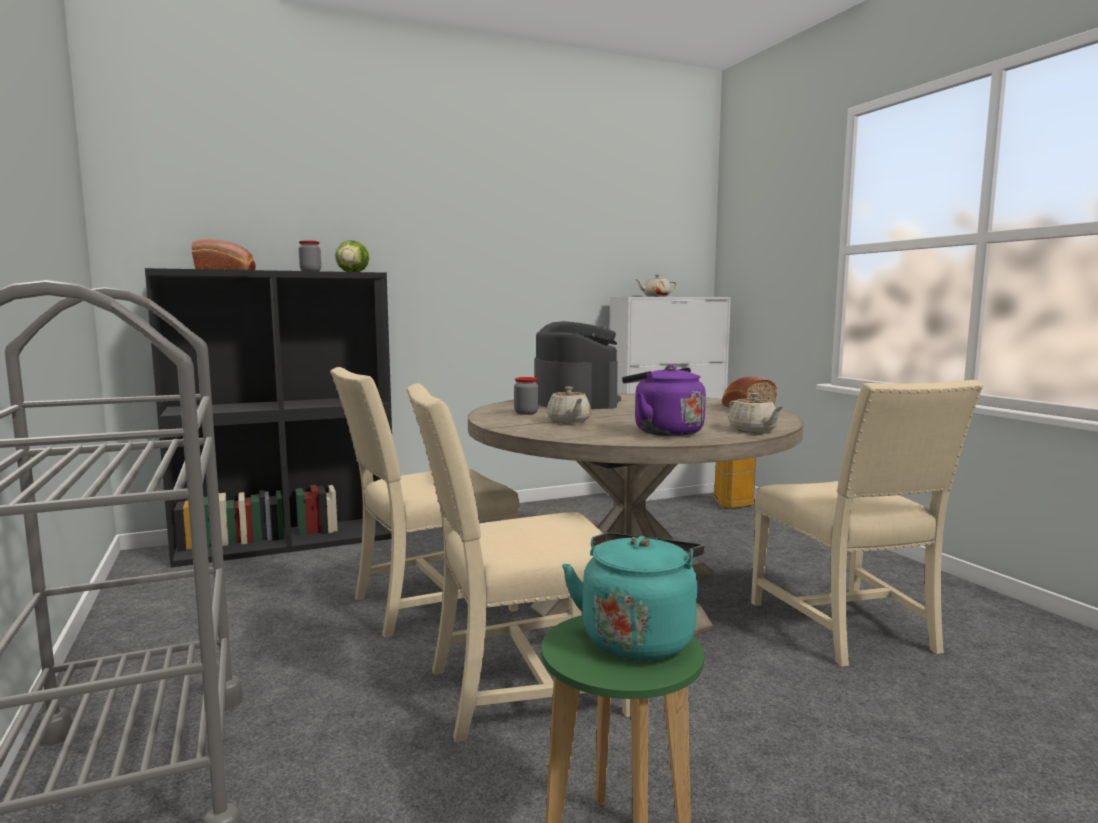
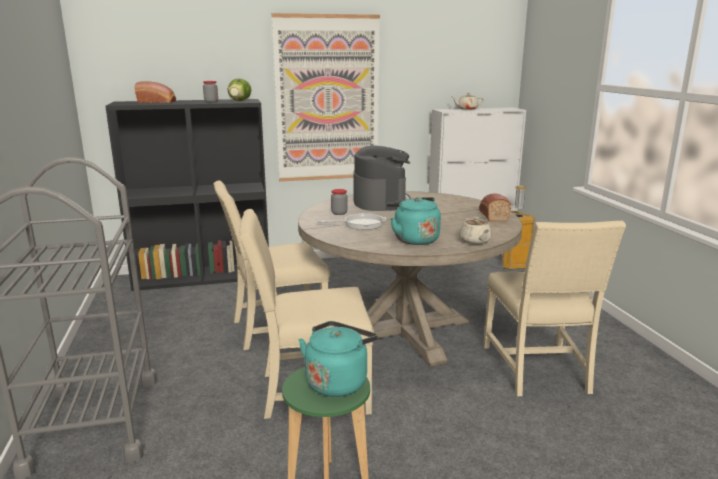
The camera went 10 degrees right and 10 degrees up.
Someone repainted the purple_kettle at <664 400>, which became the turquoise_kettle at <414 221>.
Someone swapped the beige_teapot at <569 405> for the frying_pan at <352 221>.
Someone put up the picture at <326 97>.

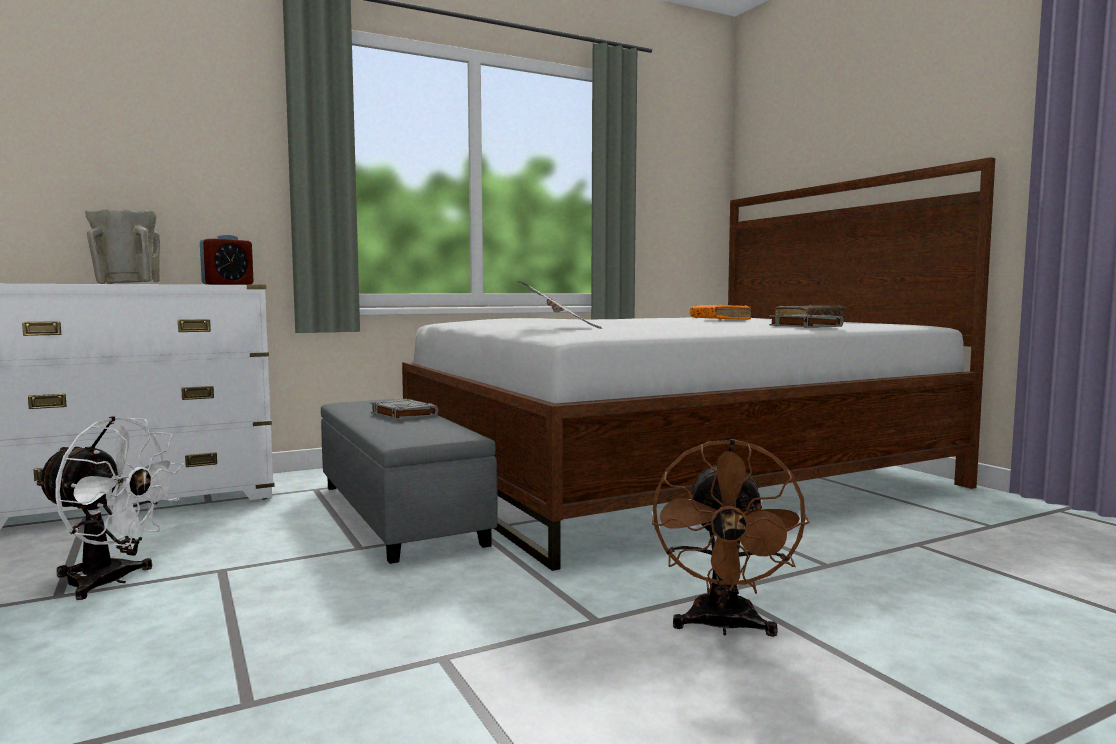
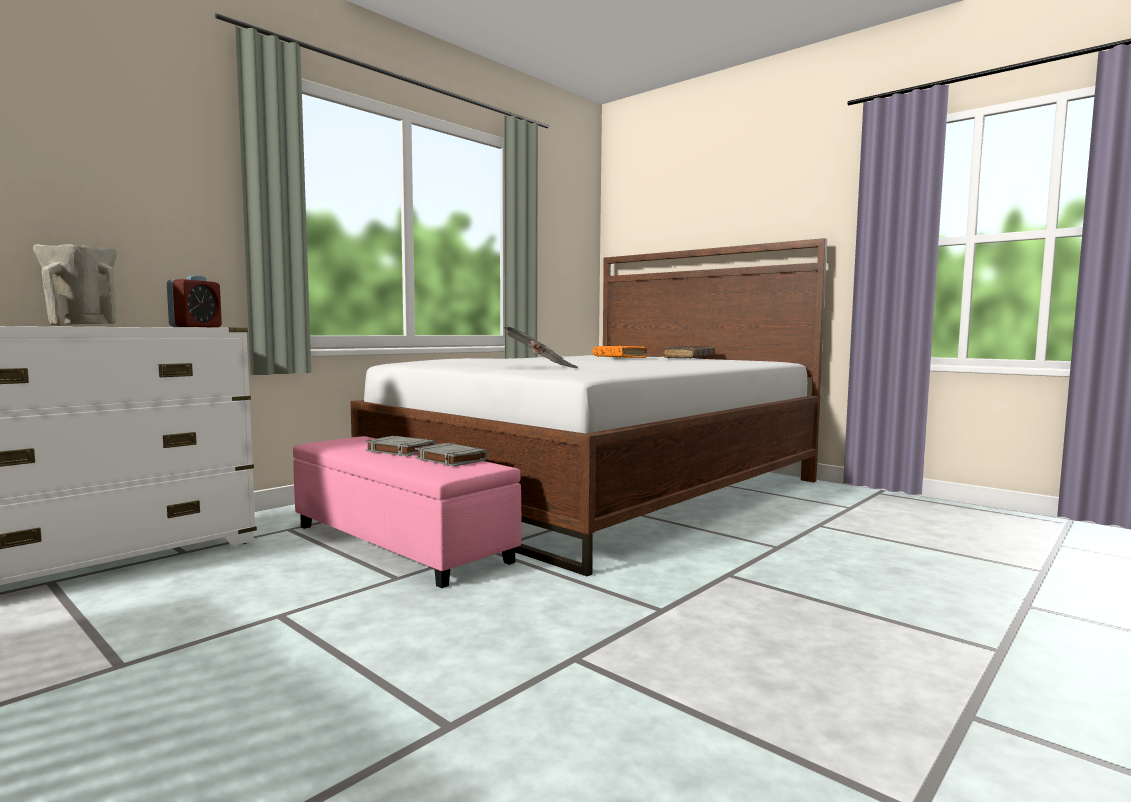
The camera went 20 degrees left and 0 degrees up.
Someone carried the grey_book from <806 321> to <451 455>.
Someone repainted the grey_ottoman at <409 481>, which became the pink_ottoman at <407 512>.
Someone took away the white_fan at <109 508>.
Someone took away the brown_fan at <731 538>.

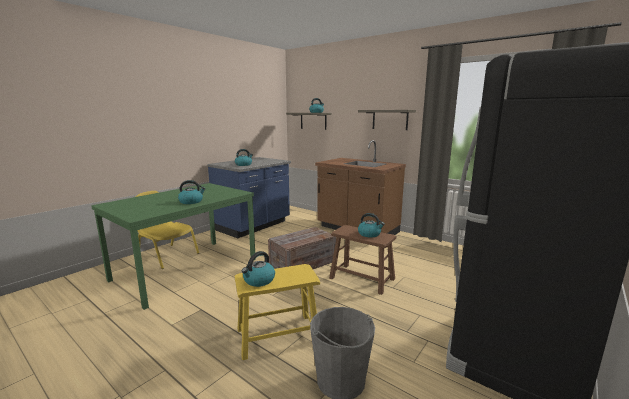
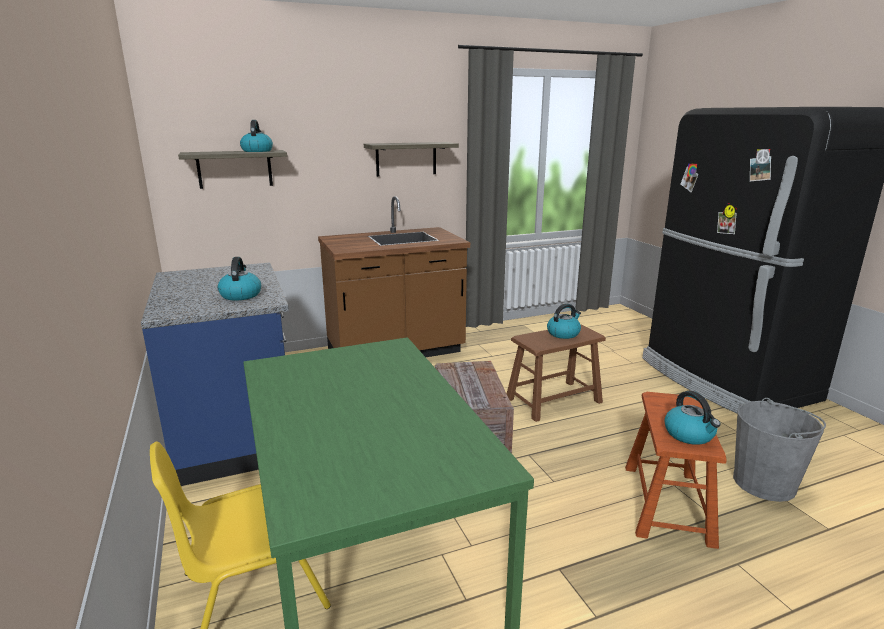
The camera went 60 degrees left and 5 degrees up.
Someone took away the kettle at <192 192>.
Someone repainted the yellow_stool at <277 312>, which became the brown_stool at <676 470>.

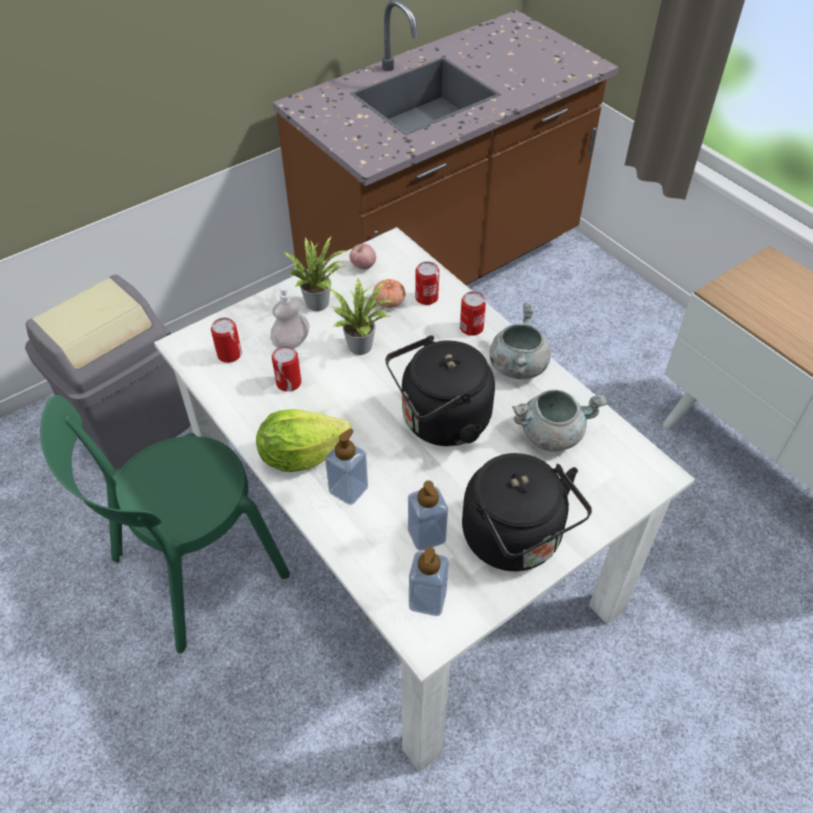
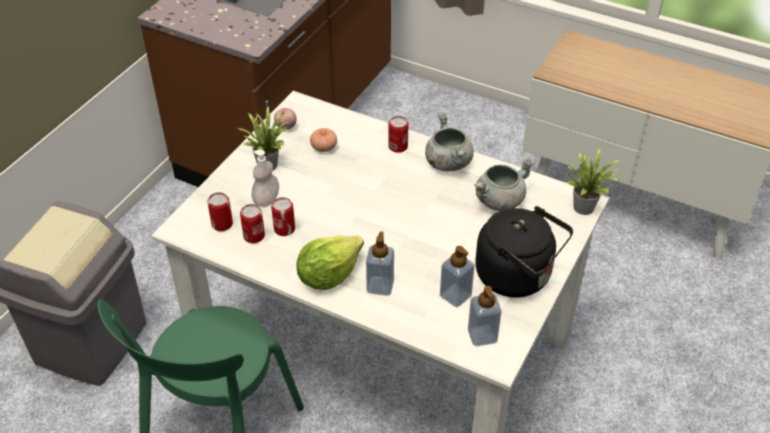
The camera went 25 degrees left and 5 degrees down.
Someone carried the can from <427 283> to <252 223>.
Someone carried the potted_plant from <361 316> to <593 181>.
Someone took away the black_kettle at <440 390>.

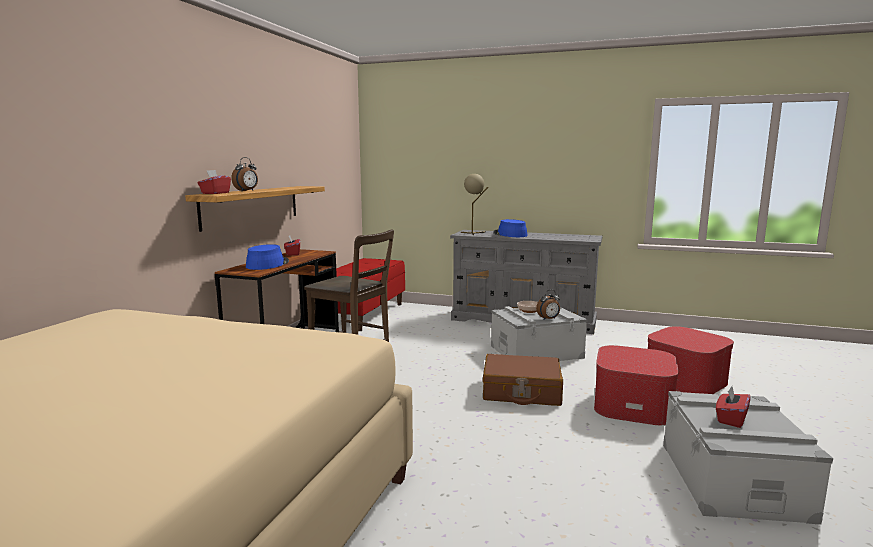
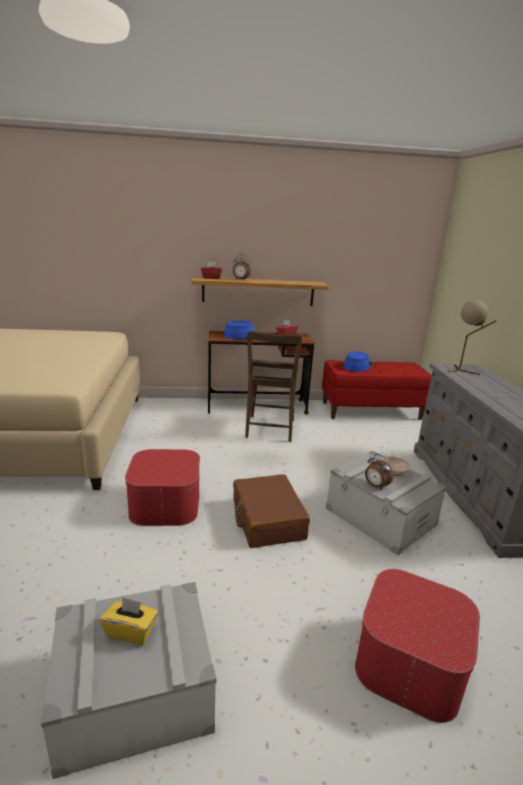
The camera went 65 degrees right and 10 degrees up.
Someone carried the blue_hat from <510 228> to <358 362>.
Someone carried the ottoman from <636 385> to <162 487>.
Someone repainted the red_tissue_box at <733 407>, which became the yellow_tissue_box at <129 621>.

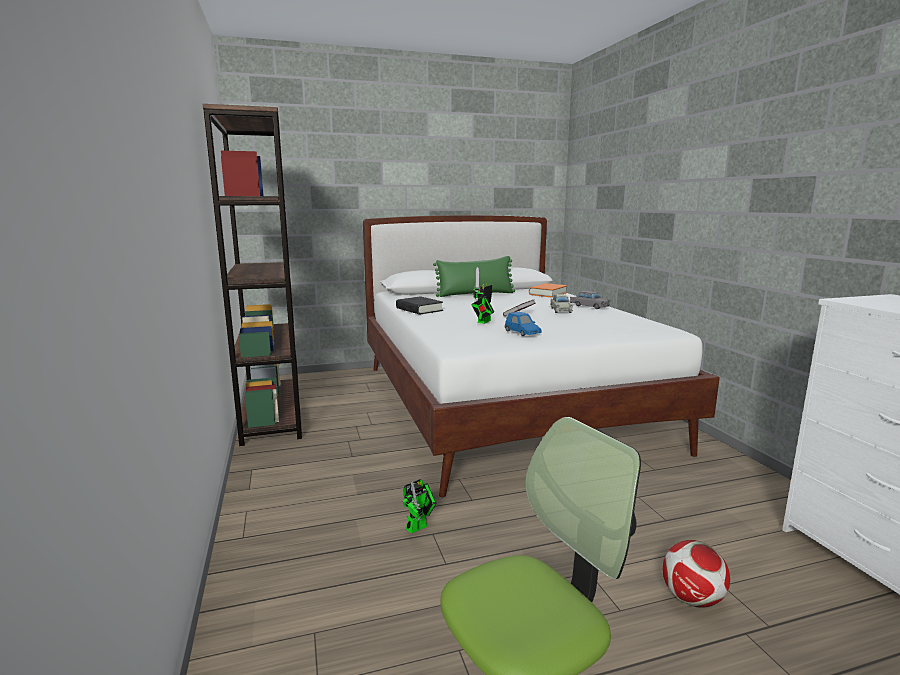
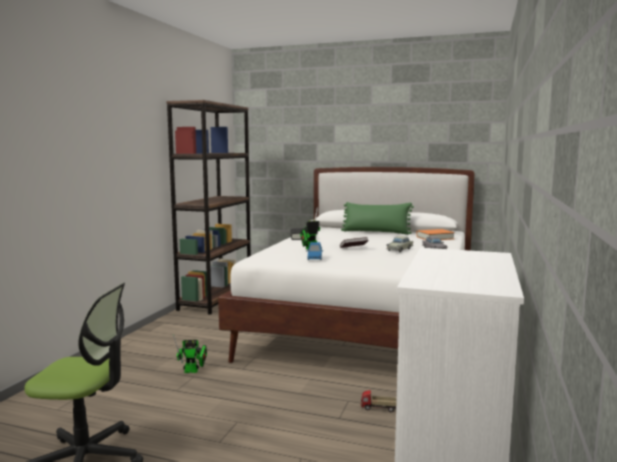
The camera went 35 degrees right and 5 degrees down.
Someone took away the football at <696 574>.
Someone put down the toy_truck at <379 401>.

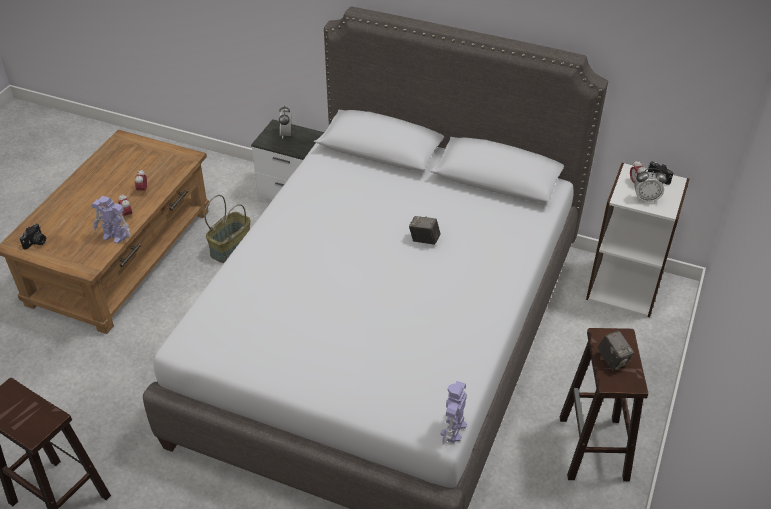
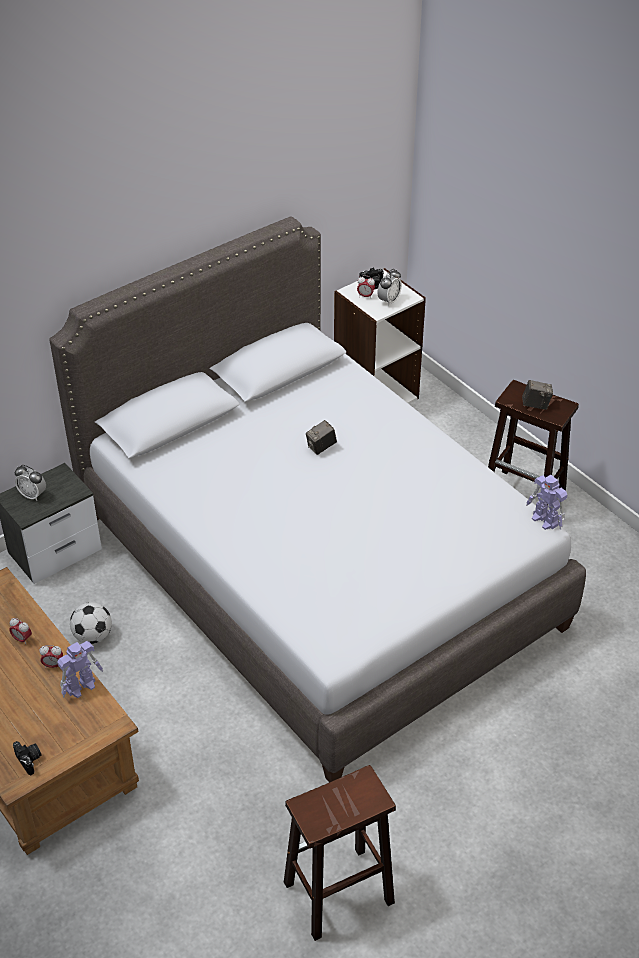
The camera went 60 degrees left and 0 degrees up.
Someone swapped the basket at <227 229> for the football at <91 623>.

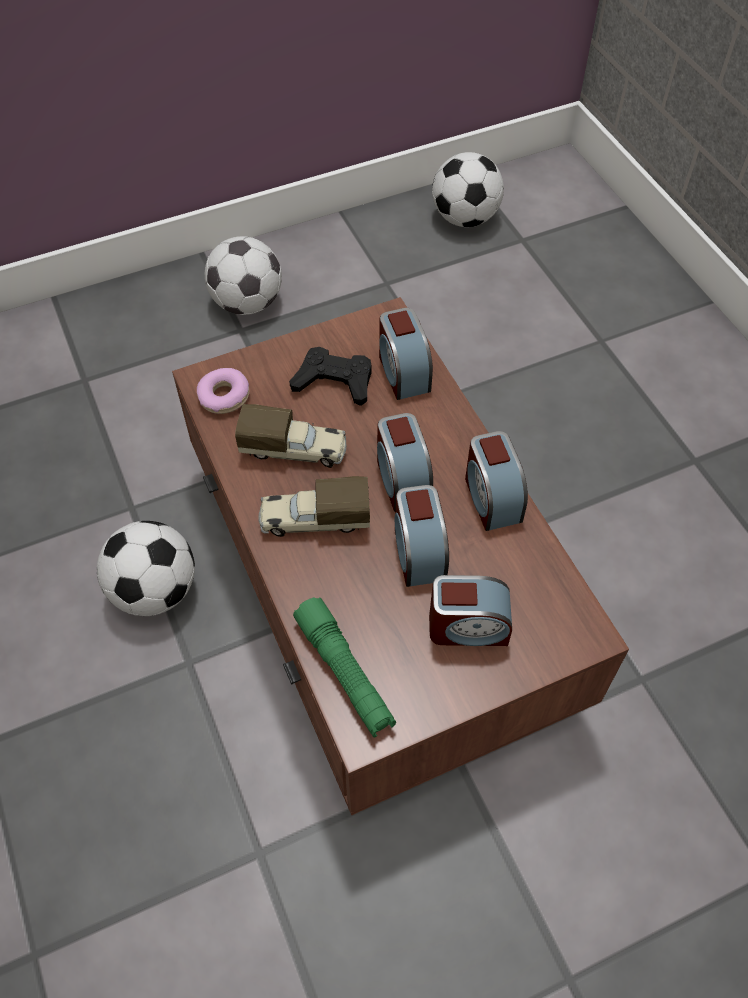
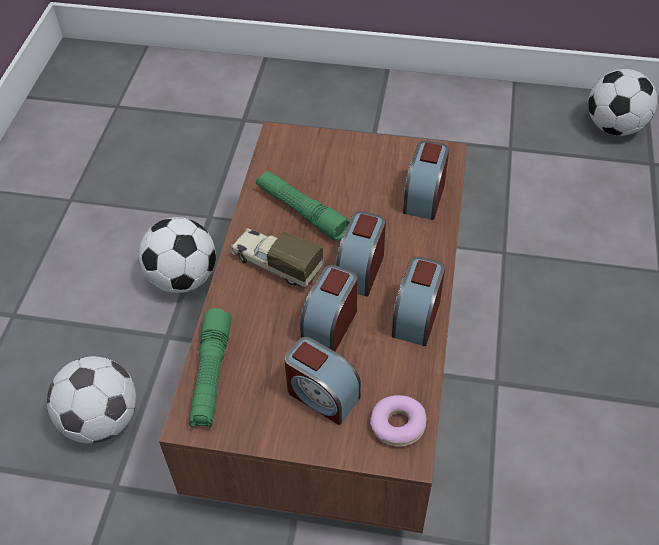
The camera went 35 degrees right and 5 degrees down.
Someone carried the football from <243 275> to <91 400>.
Someone took away the black_game_controller at <330 376>.
Someone carried the donut from <223 391> to <398 421>.
Someone swapped the toy_truck at <291 436> for the green_flashlight at <303 205>.

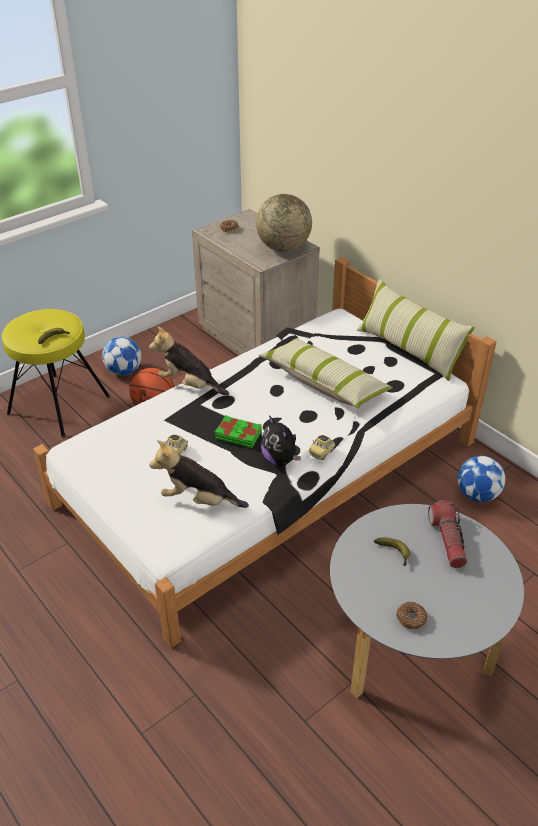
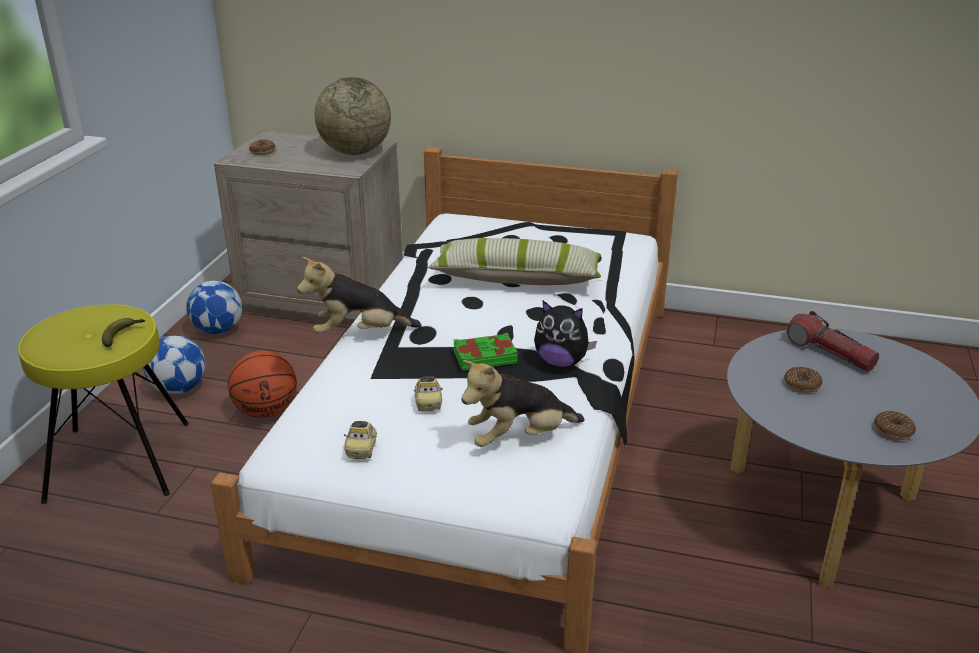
The camera went 35 degrees left and 10 degrees down.
Someone took away the pillow at <416 330>.
Someone carried the toy_car from <322 447> to <360 440>.
Someone carried the football from <481 479> to <214 307>.
Someone swapped the banana at <392 551> for the donut at <803 380>.

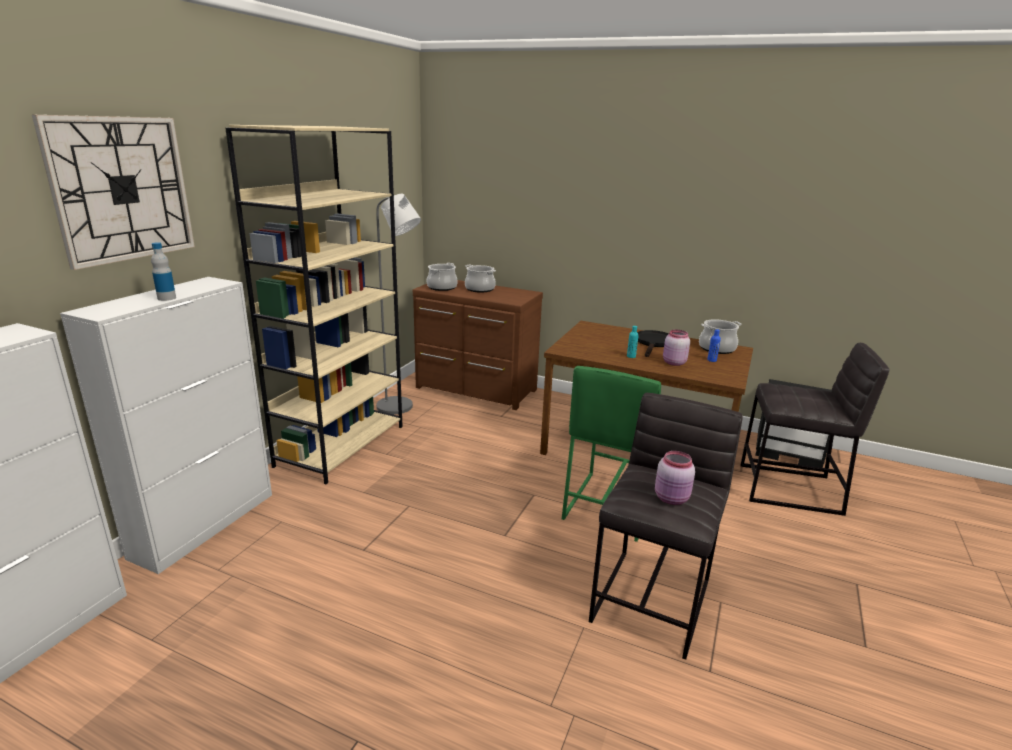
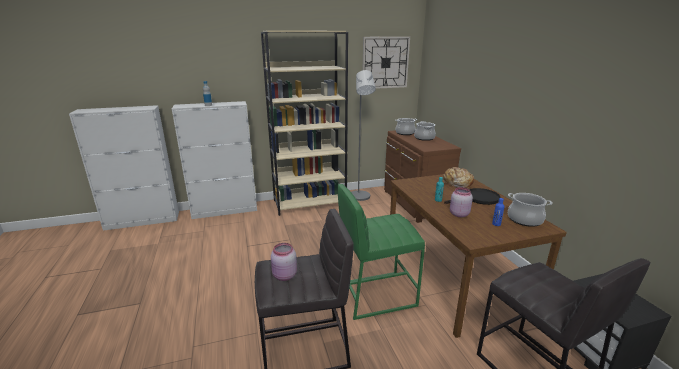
The camera went 50 degrees right and 0 degrees up.
Someone carried the wall_clock from <113 192> to <386 63>.
Someone put down the bread at <458 177>.

